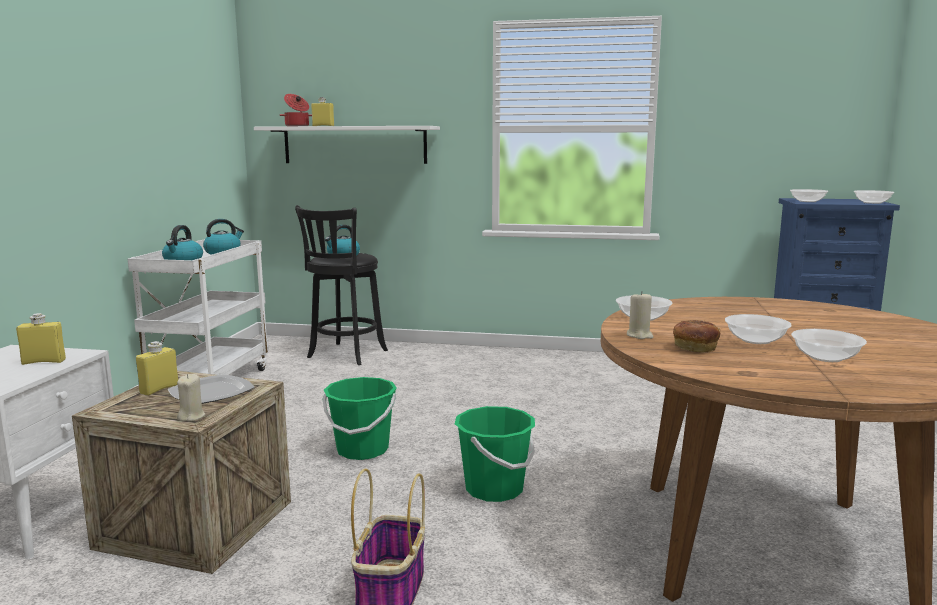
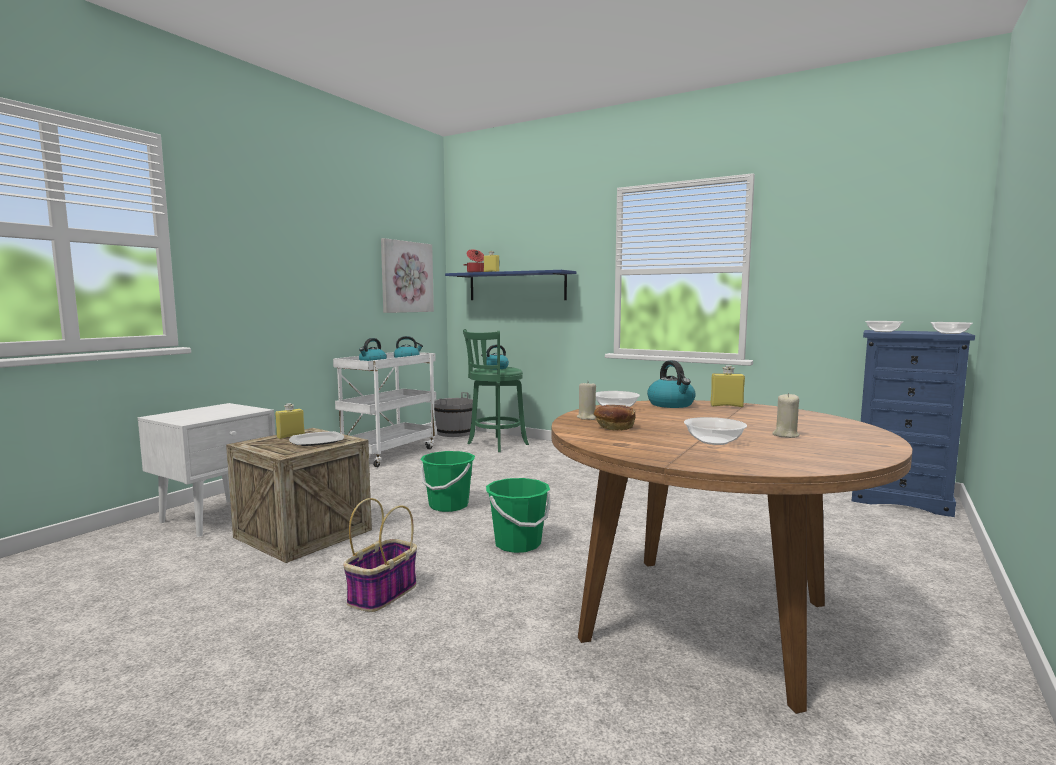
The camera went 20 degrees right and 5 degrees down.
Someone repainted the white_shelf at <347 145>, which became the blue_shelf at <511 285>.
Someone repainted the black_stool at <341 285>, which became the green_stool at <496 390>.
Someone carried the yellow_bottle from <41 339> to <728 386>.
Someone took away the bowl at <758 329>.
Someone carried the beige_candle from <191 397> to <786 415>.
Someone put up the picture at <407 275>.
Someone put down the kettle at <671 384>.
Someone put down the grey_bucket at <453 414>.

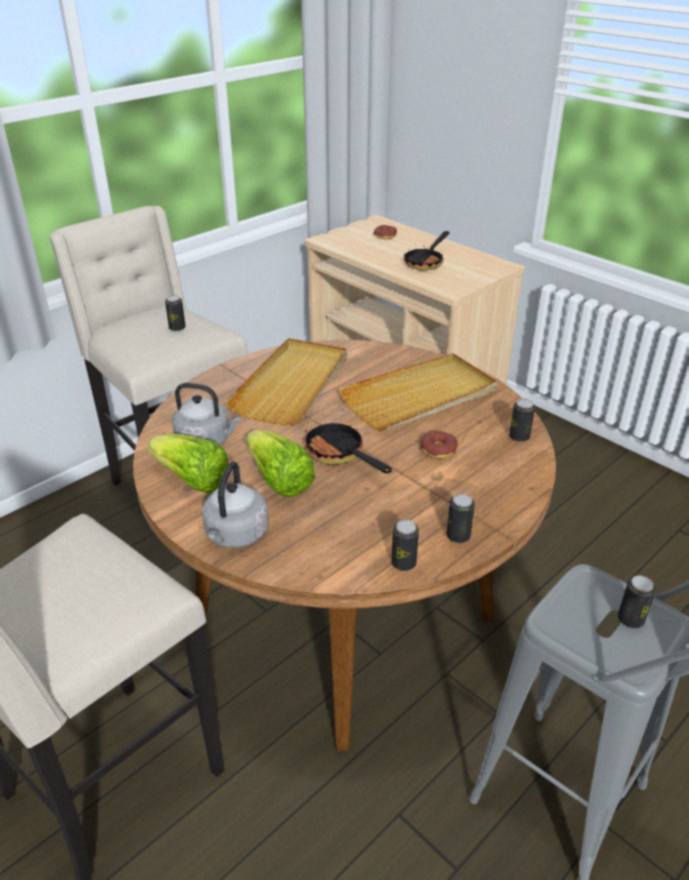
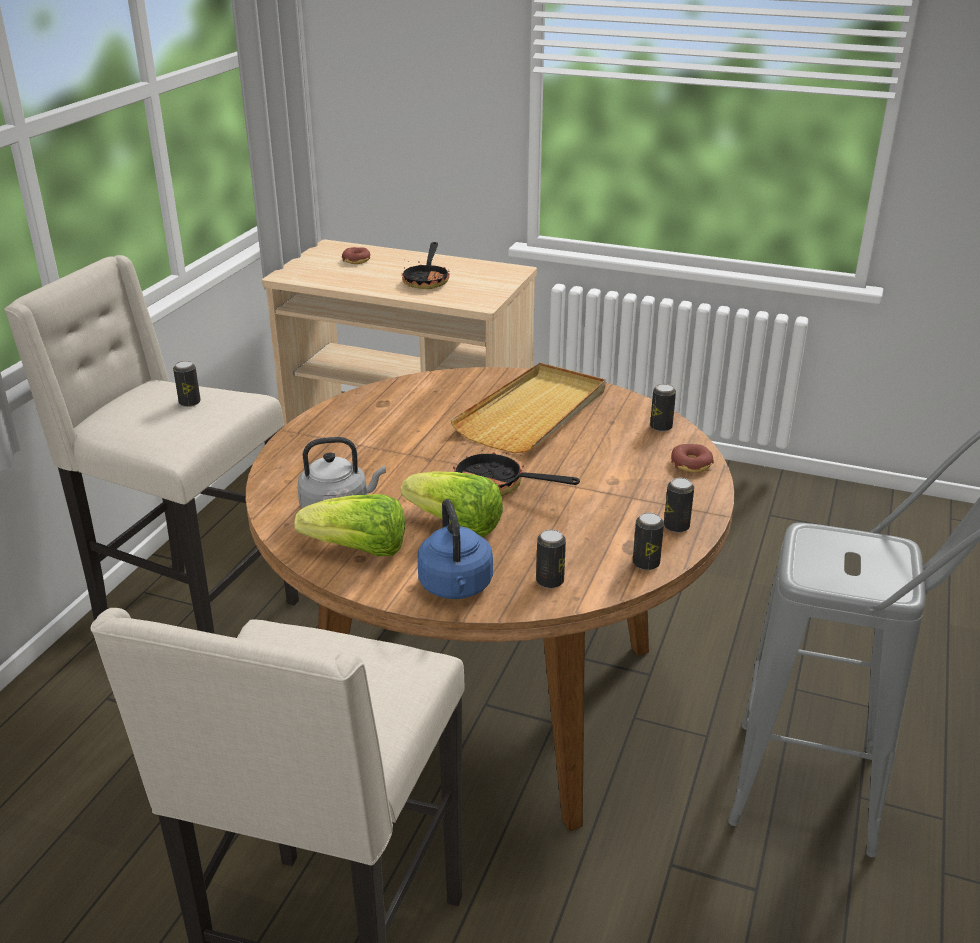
The camera went 25 degrees left and 5 degrees down.
Someone took away the beige_tray at <286 382>.
Someone carried the donut from <439 444> to <692 458>.
Someone repainted the grey_kettle at <235 505>, which became the blue_kettle at <455 549>.
Someone carried the can from <637 601> to <551 558>.

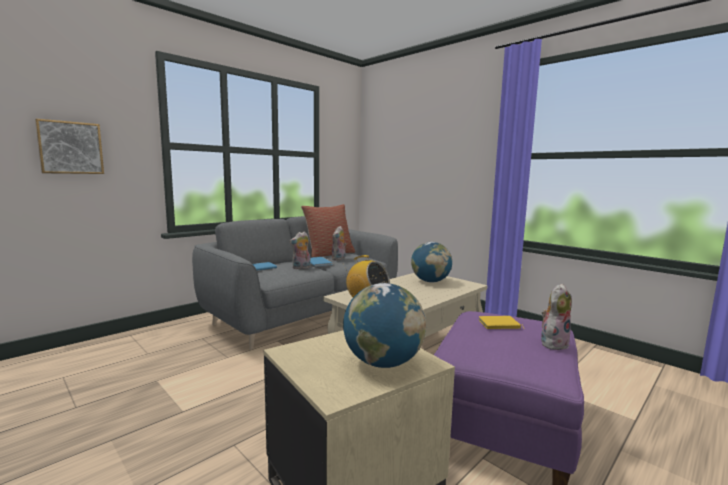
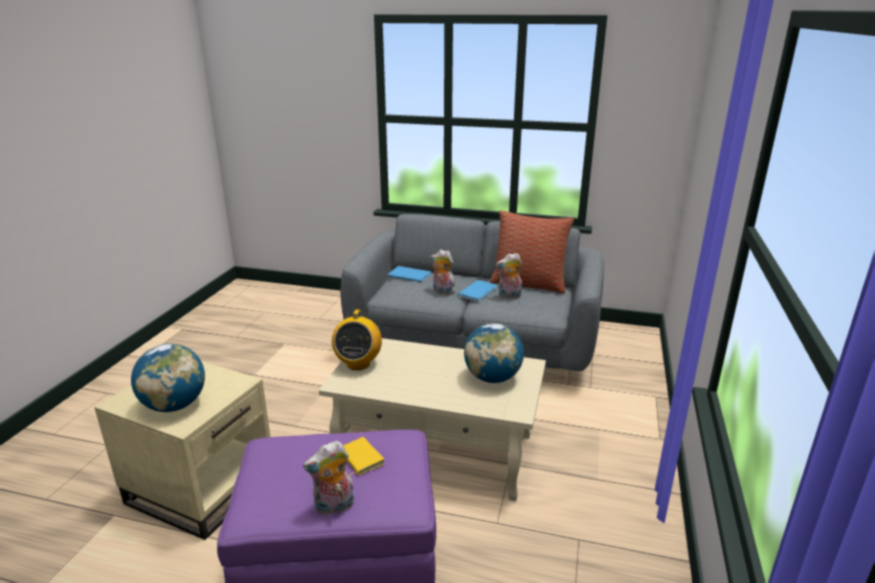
The camera went 60 degrees right and 15 degrees up.
Someone took away the picture at <69 146>.
Someone rotated the plush_toy at <556 317> by 135 degrees clockwise.

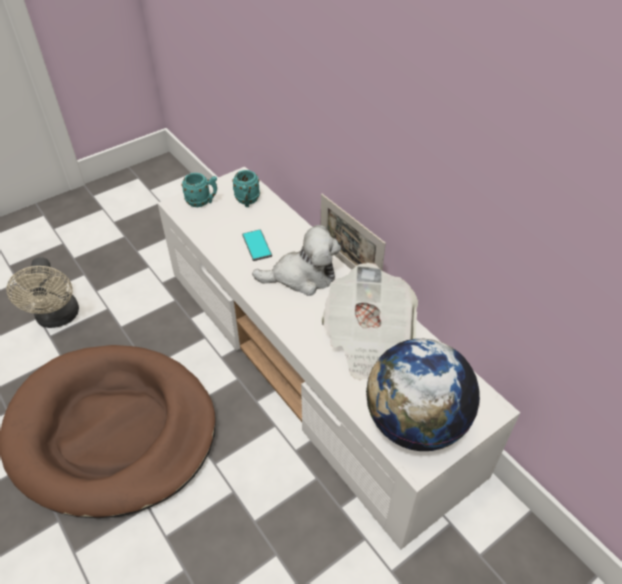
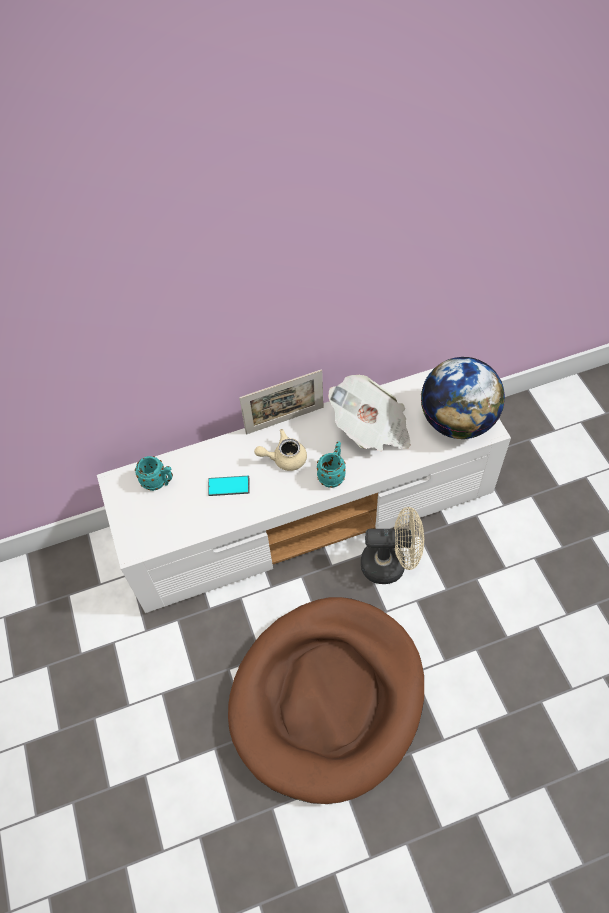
The camera went 70 degrees left and 10 degrees up.
Someone carried the turquoise_mug from <199 190> to <331 464>.
Someone swapped the plush_toy at <296 260> for the beige_teapot at <280 450>.
Someone carried the beige_fan from <43 292> to <392 545>.

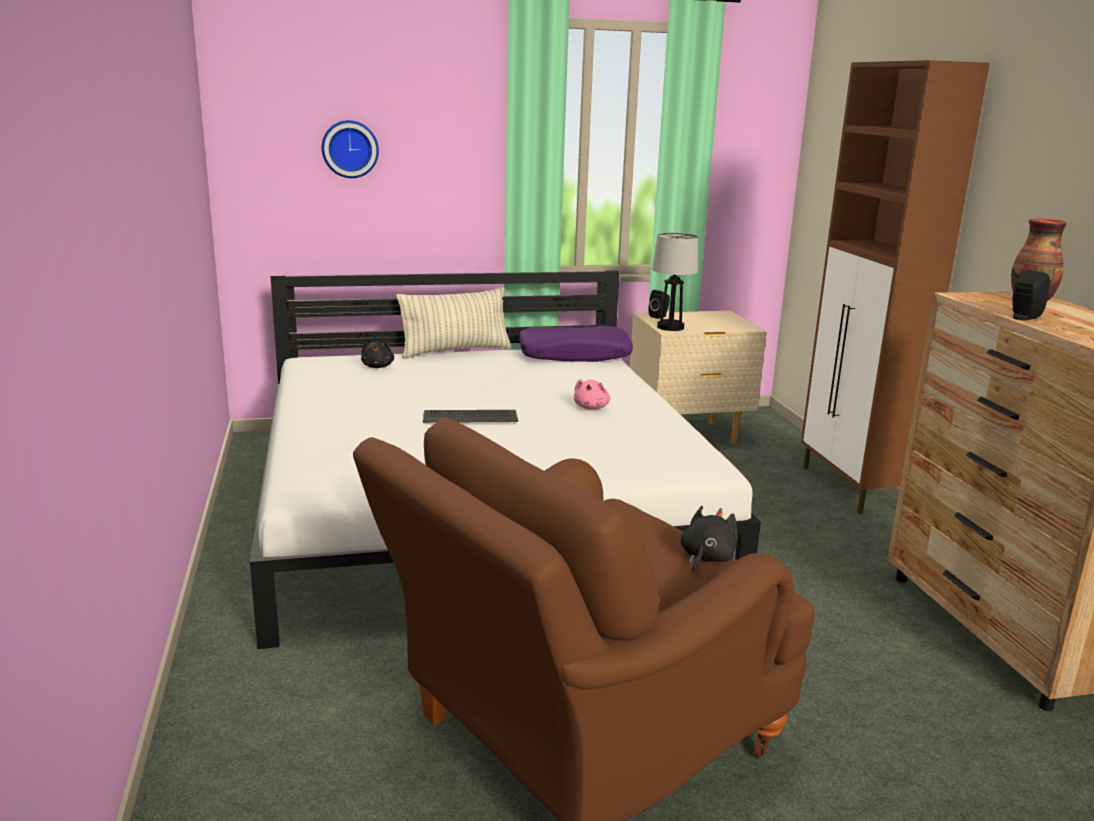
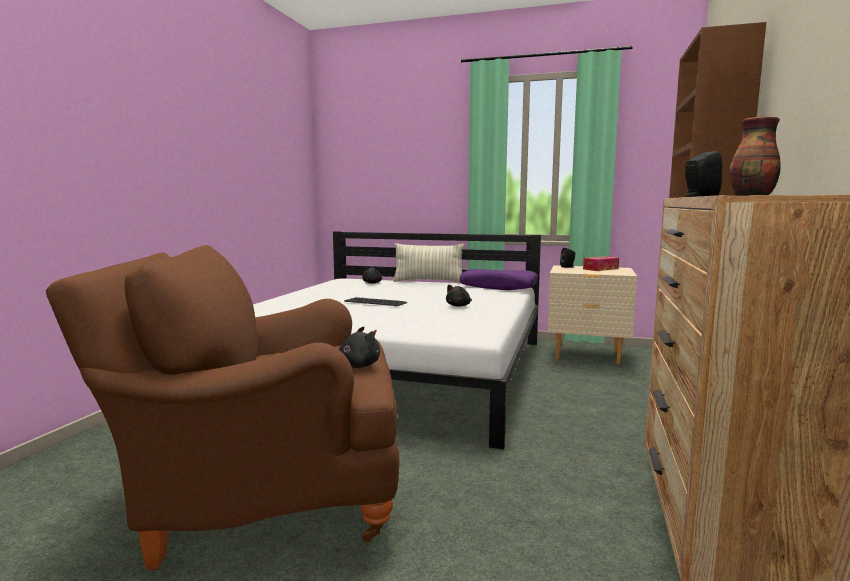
The camera went 30 degrees right and 10 degrees down.
Someone took away the wall_clock at <350 149>.
Someone took away the table_lamp at <675 282>.
Someone repainted the pink_plush_toy at <592 394>, which became the black_plush_toy at <459 295>.
Someone put down the tissue_box at <601 263>.

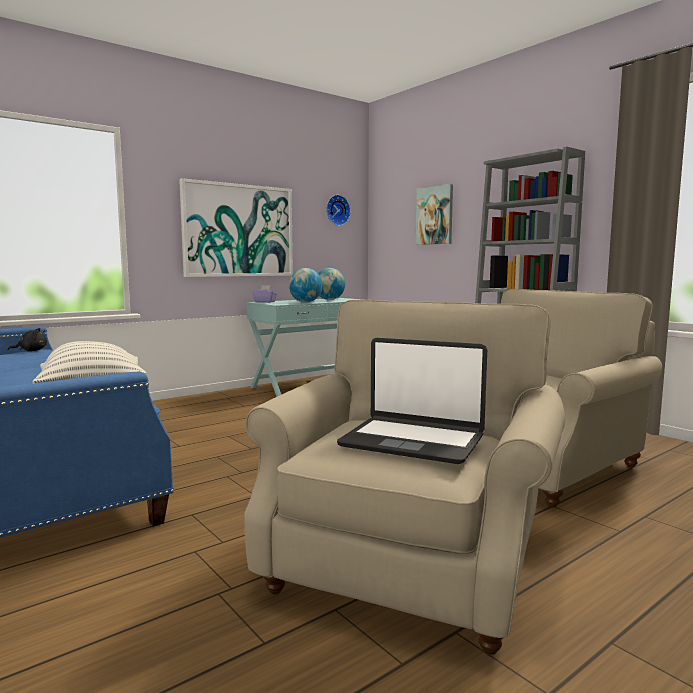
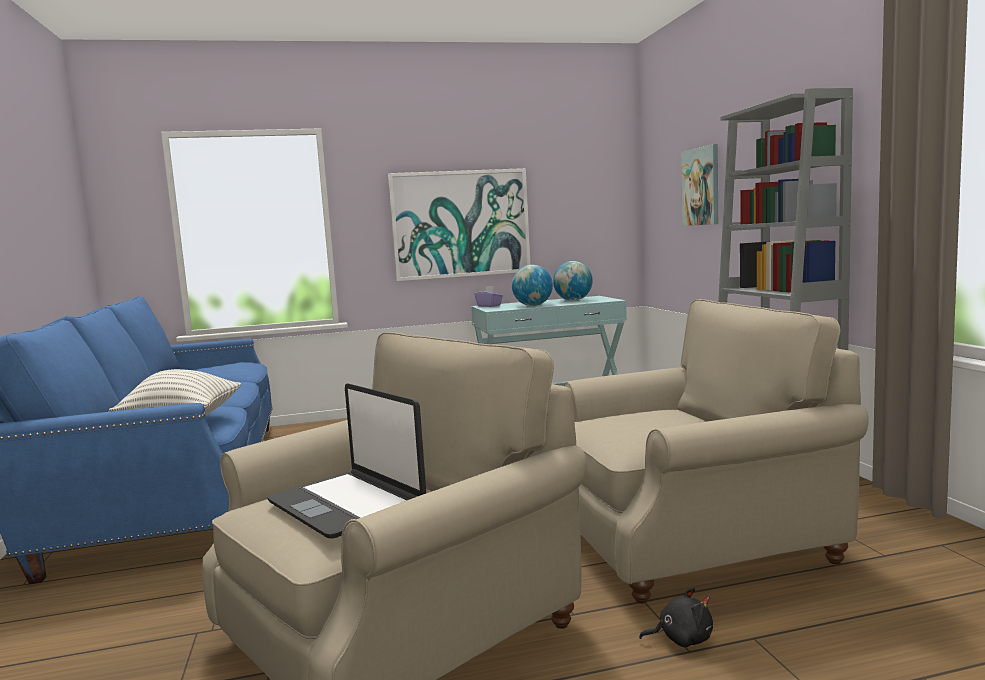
The camera went 25 degrees right and 0 degrees up.
Someone took away the wall_clock at <338 210>.
Someone carried the black_plush_toy from <27 339> to <676 617>.

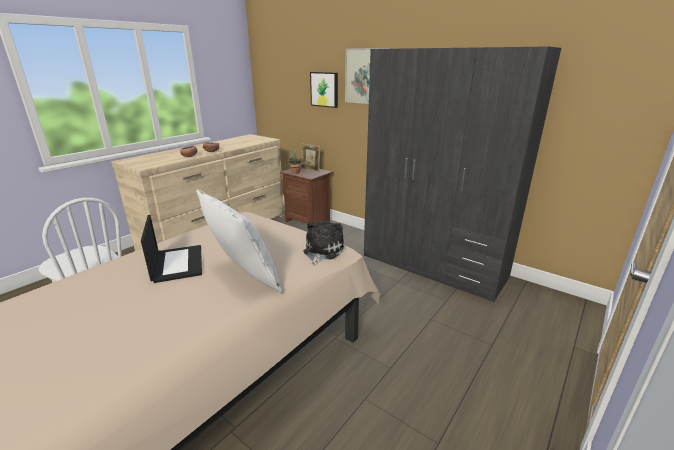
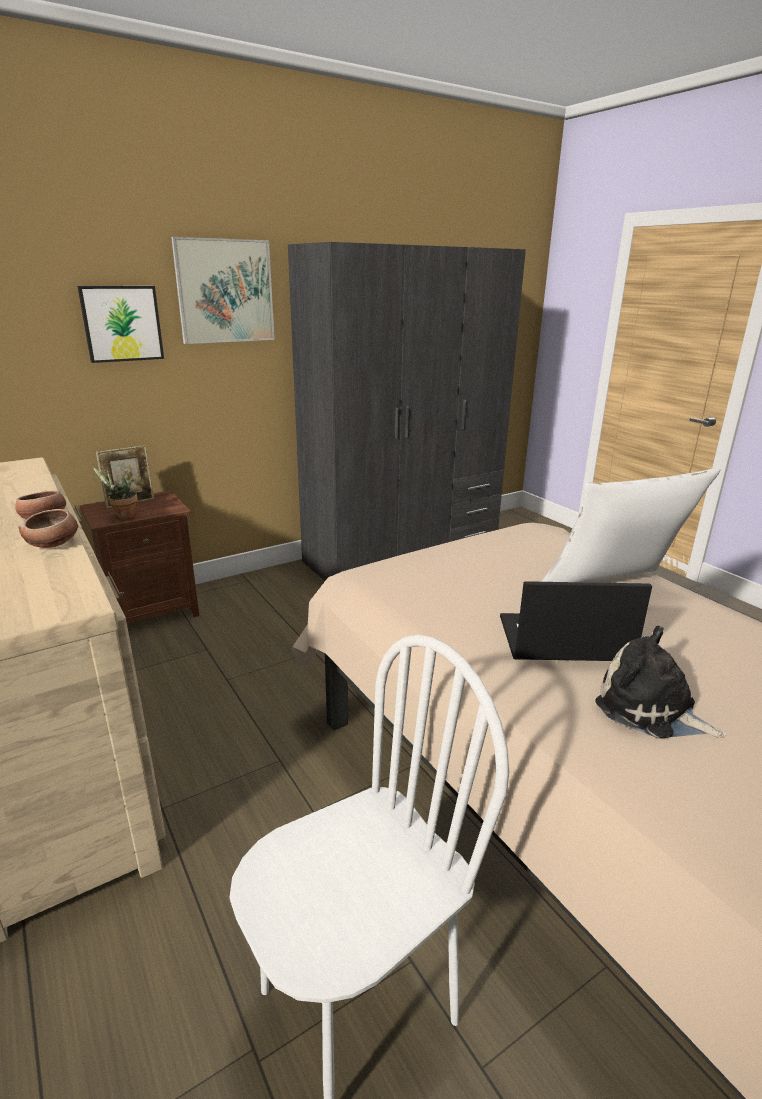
The camera went 70 degrees left and 0 degrees up.
Someone carried the plush_toy from <323 243> to <661 682>.

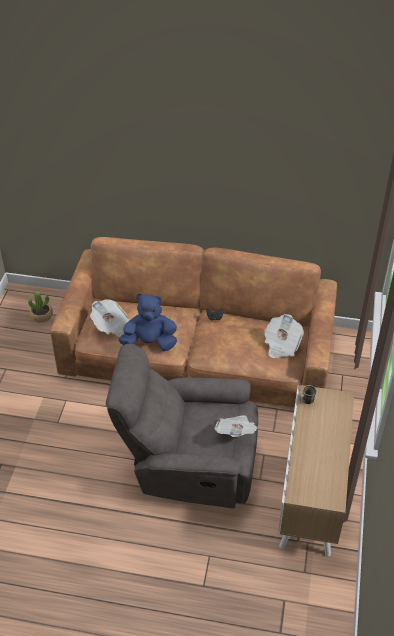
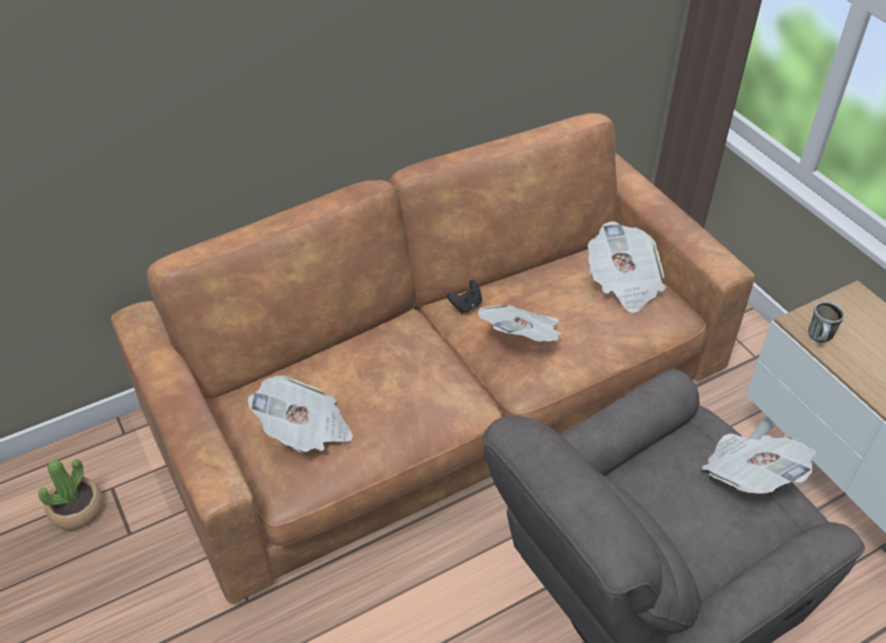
The camera went 40 degrees left and 0 degrees up.
Someone took away the blue_plush_toy at <148 322>.
Someone put down the newspaper at <519 323>.

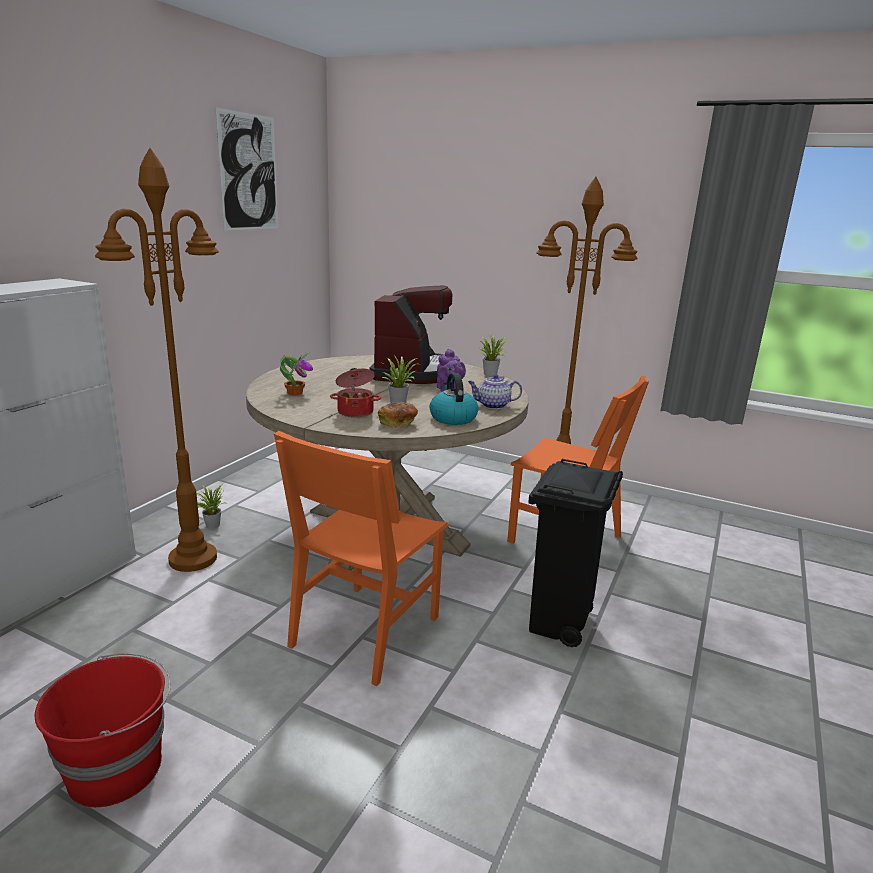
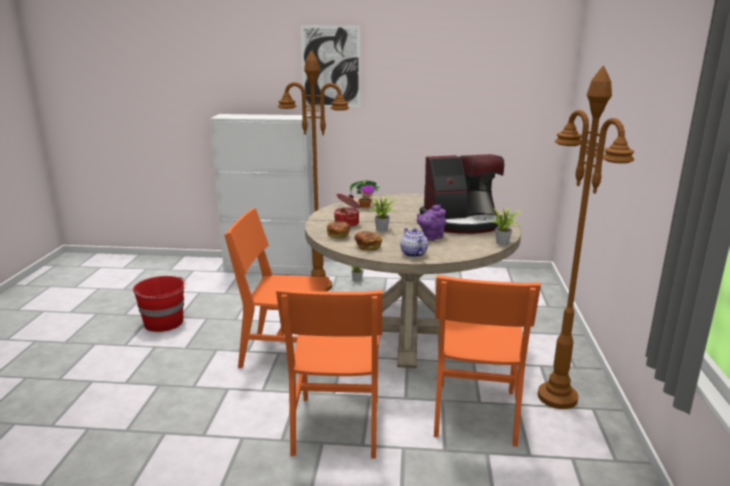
The camera went 70 degrees right and 0 degrees up.
Someone carried the picture from <246 169> to <330 66>.
Someone swapped the kettle at <454 399> for the bread at <368 241>.
Someone swapped the black_trash_can at <575 553> for the orange_chair at <329 373>.

